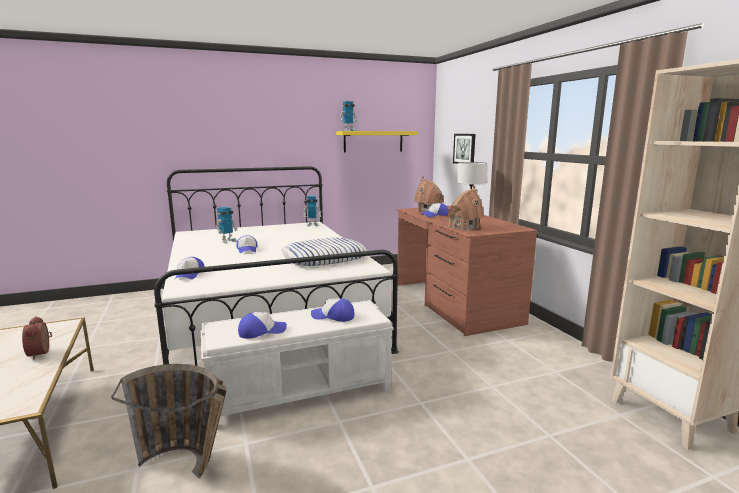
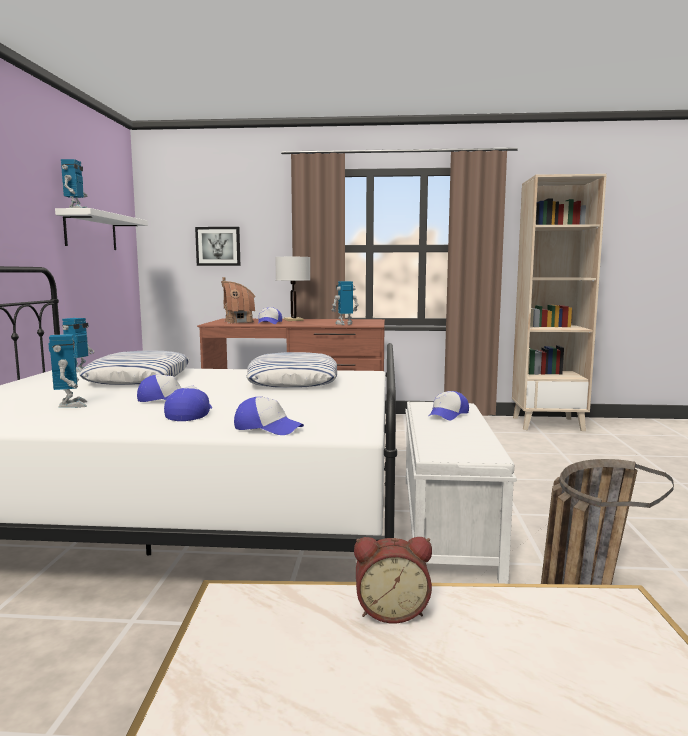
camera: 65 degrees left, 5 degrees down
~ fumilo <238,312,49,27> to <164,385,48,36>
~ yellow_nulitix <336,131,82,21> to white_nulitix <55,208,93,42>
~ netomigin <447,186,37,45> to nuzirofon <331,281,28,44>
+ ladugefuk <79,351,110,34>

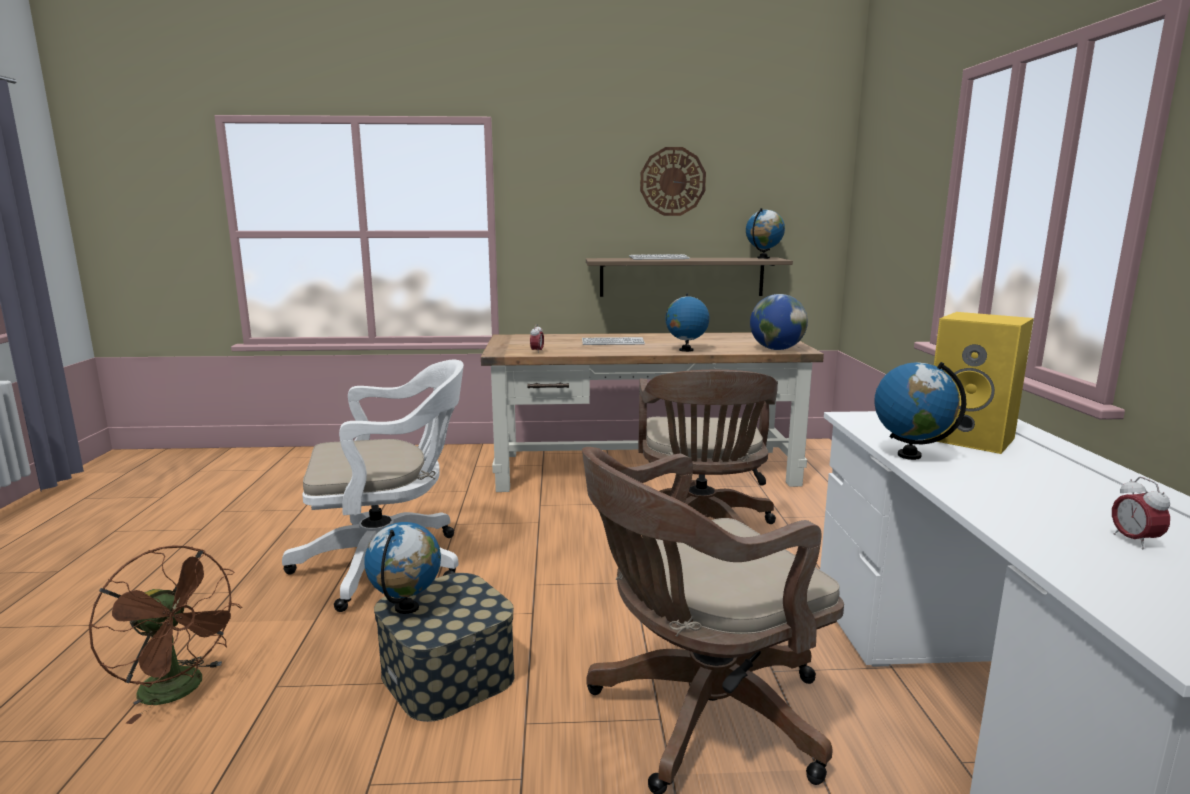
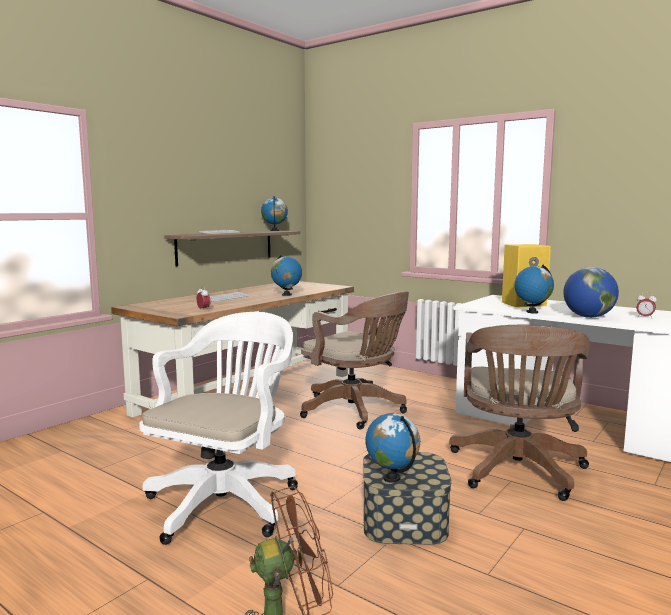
camera: 50 degrees left, 5 degrees down
- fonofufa <640,147,66,69>
~ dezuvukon <750,294,58,56> to <563,267,56,51>

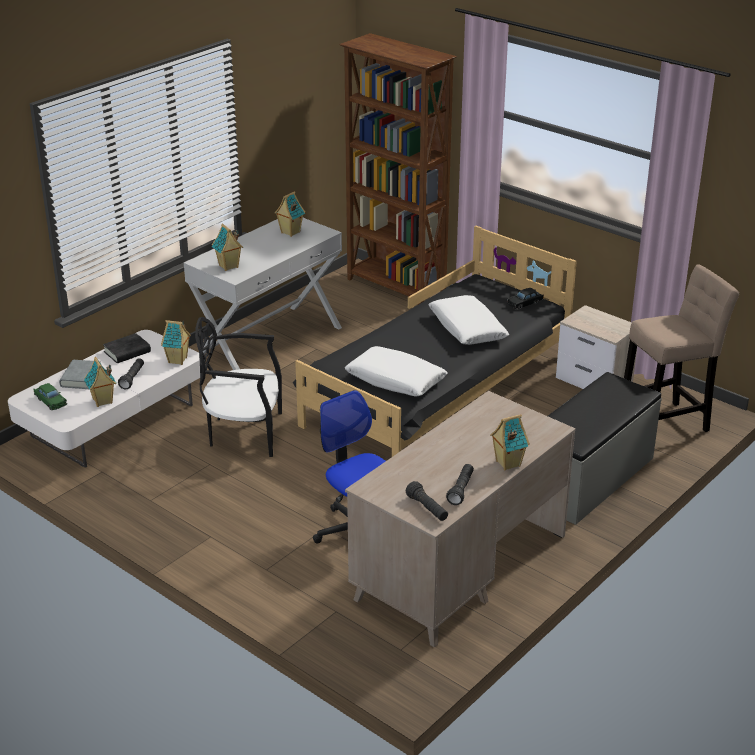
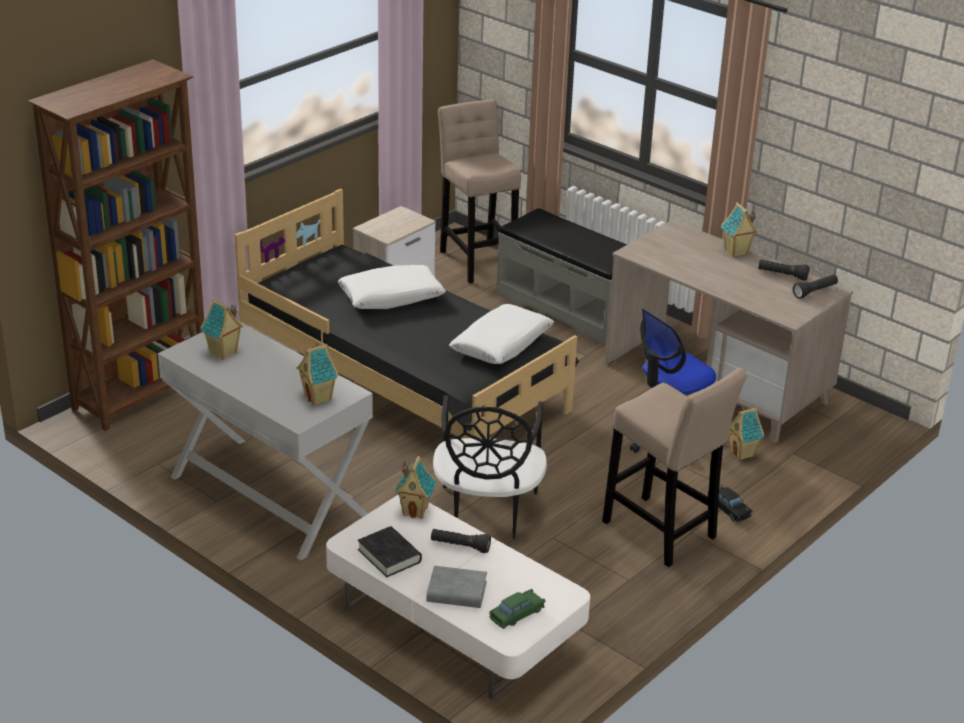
camera: 90 degrees left, 0 degrees up
~ netomigin <84,357,33,50> to <729,406,36,54>
~ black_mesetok <507,288,37,22> to <708,486,44,36>
+ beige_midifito <602,368,145,199>

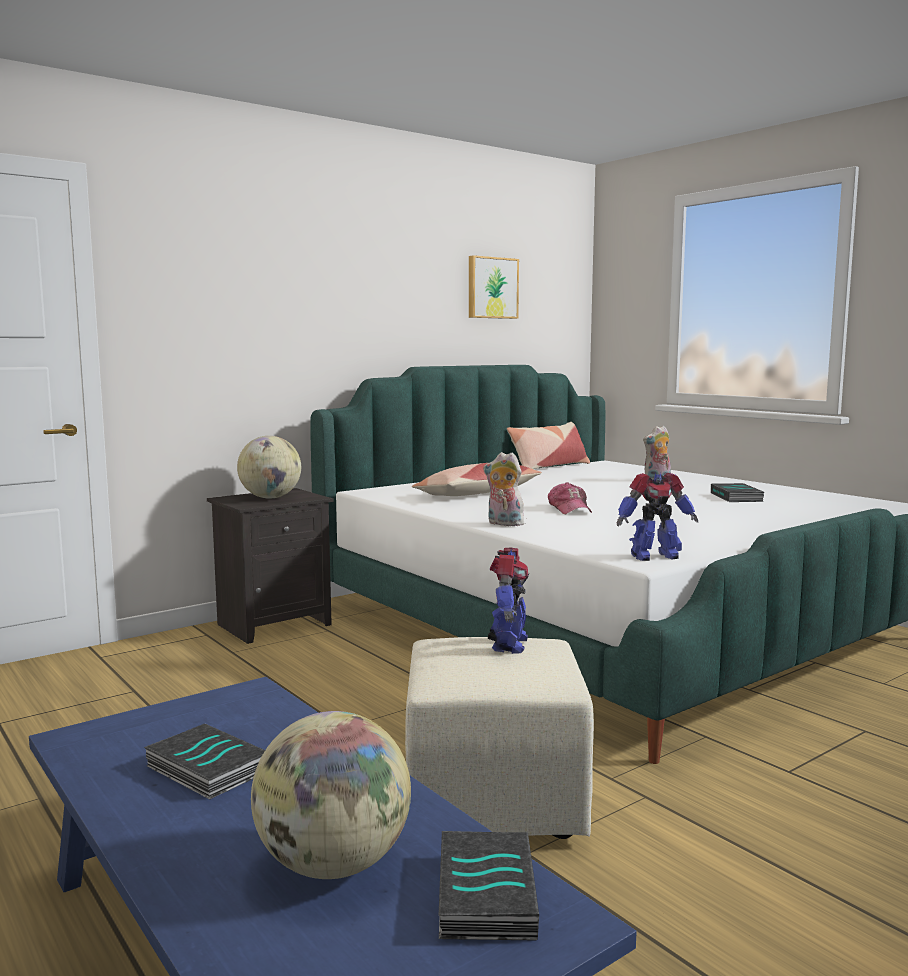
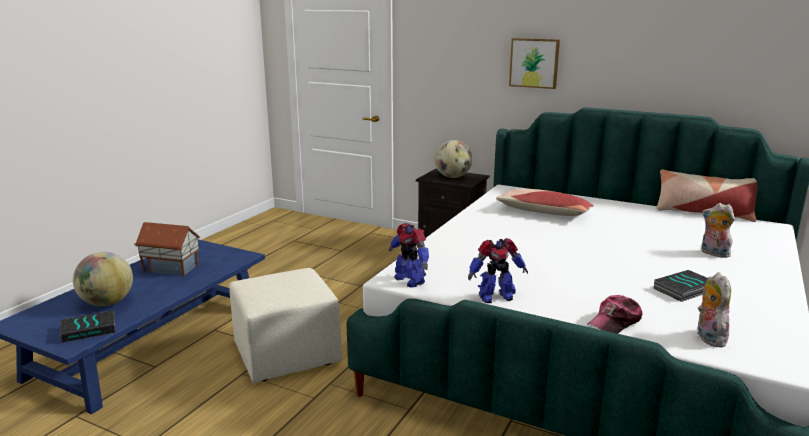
camera: 65 degrees right, 10 degrees up
~ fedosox <144,724,121,76> to netomigin <134,222,66,55>
~ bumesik <469,255,50,64> to <509,38,51,51>
~ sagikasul <483,452,41,74> to <697,272,34,75>
~ nuzirofon <488,548,41,106> to <468,238,60,65>
~ fumilo <548,482,44,32> to <587,295,55,39>

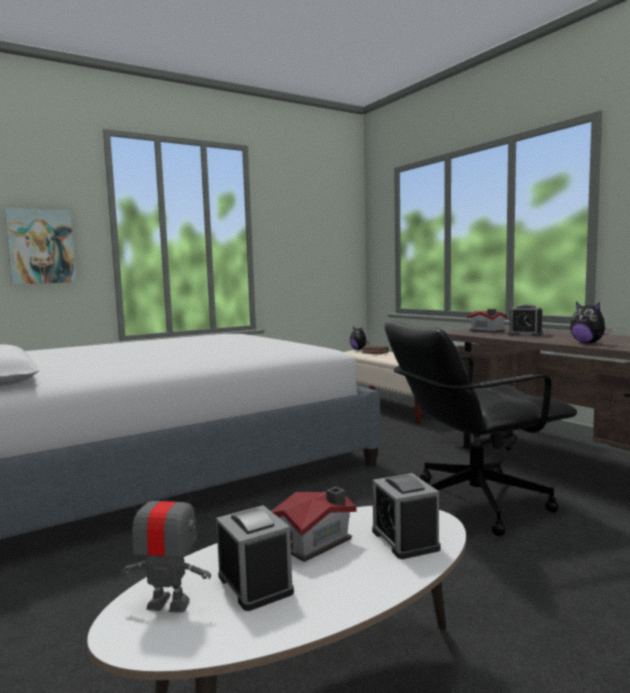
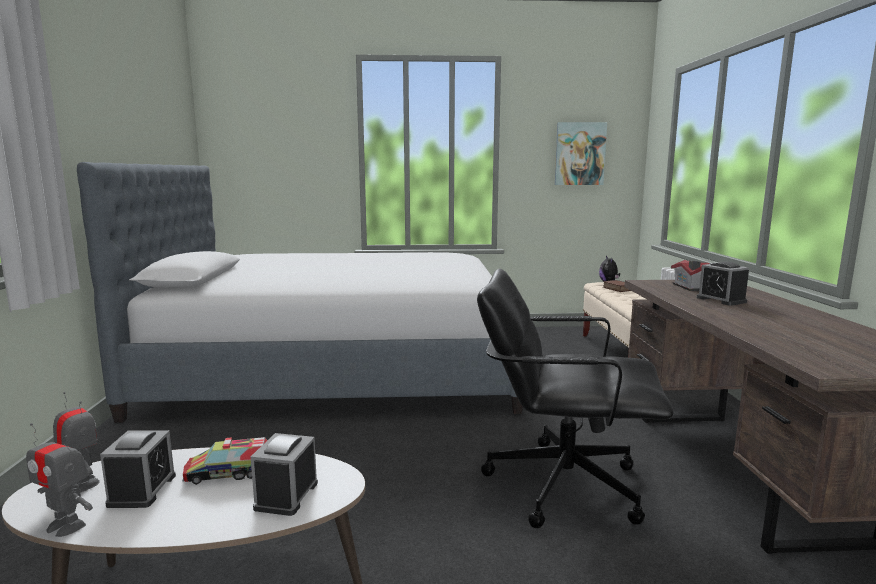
camera: 30 degrees right, 5 degrees up
~ bumesik <4,208,73,76> to <555,122,52,63>
~ netomigin <271,487,86,75> to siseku <183,437,84,48>
- sagikasul <570,302,42,42>
+ nuzirofon <26,423,67,114>

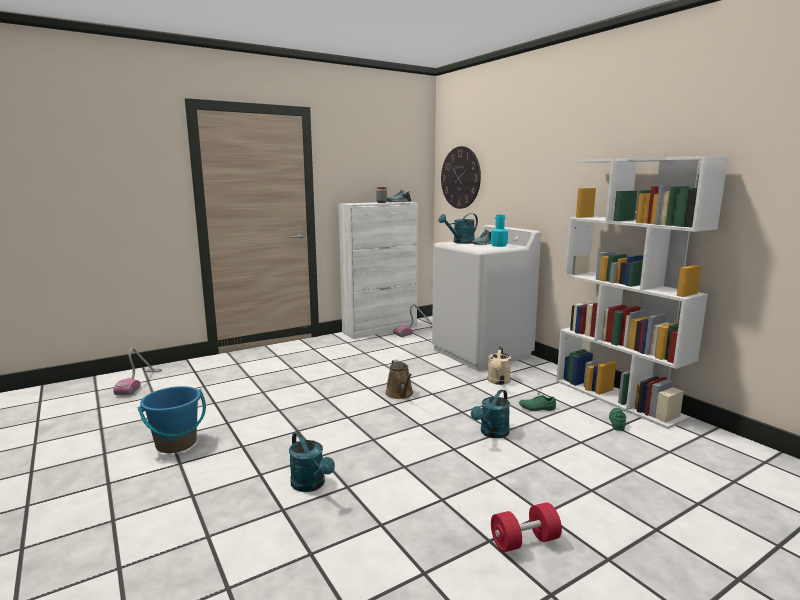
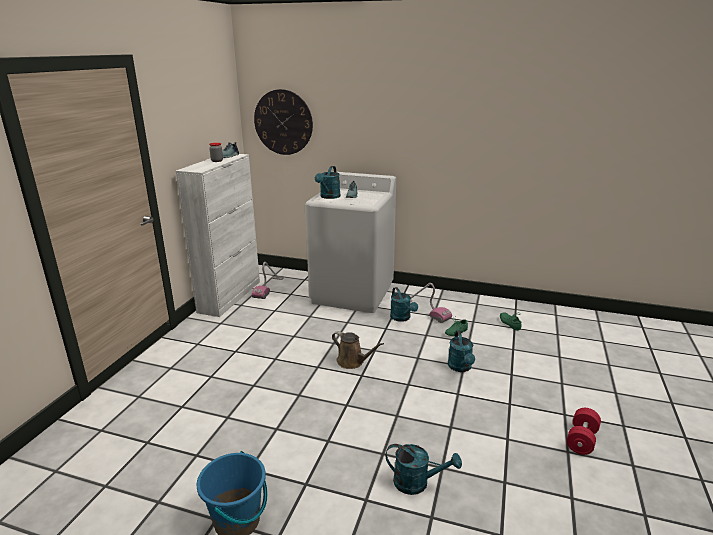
camera: 40 degrees left, 10 degrees up
~ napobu <113,347,49,48> to <410,283,42,40>
~ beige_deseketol <487,346,24,39> to turquoise_deseketol <390,287,28,35>
- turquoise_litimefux <491,215,17,32>
- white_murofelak <556,156,172,273>

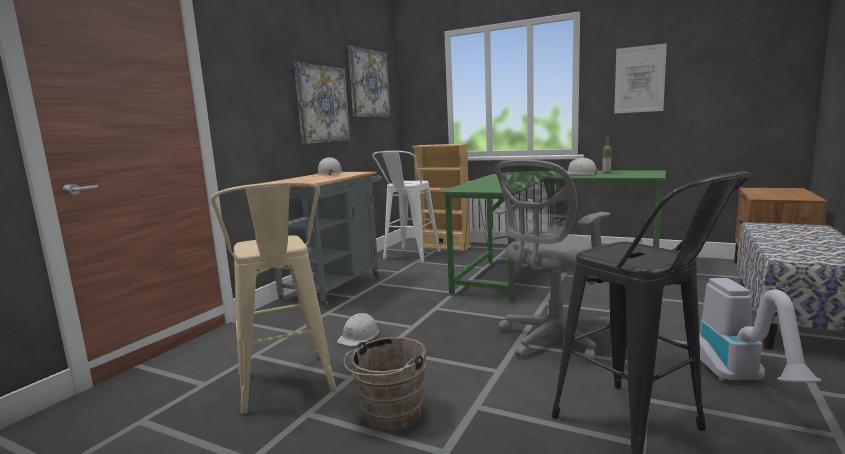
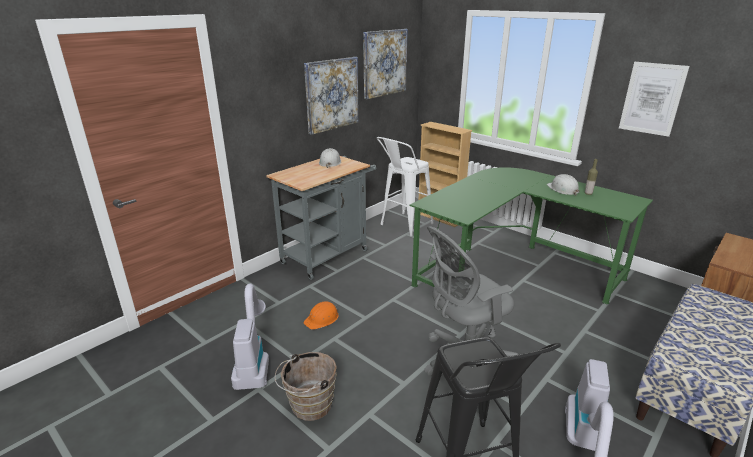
camera: 15 degrees right, 15 degrees up
~ beige_midifito <211,181,126,233> to napobu <231,283,38,107>
~ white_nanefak <337,313,42,33> to orange_nanefak <304,301,34,29>

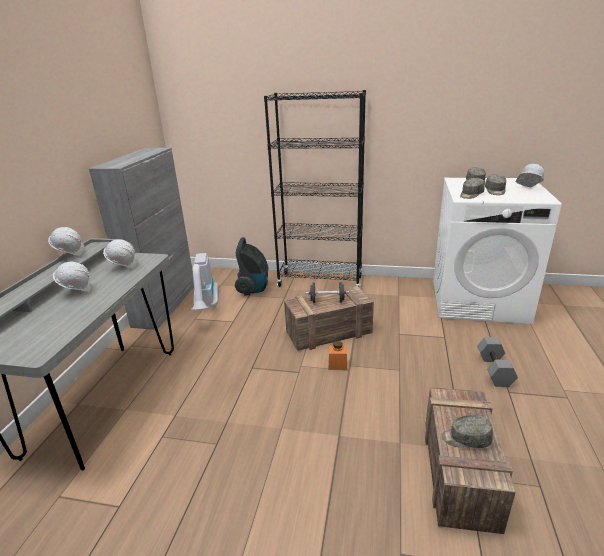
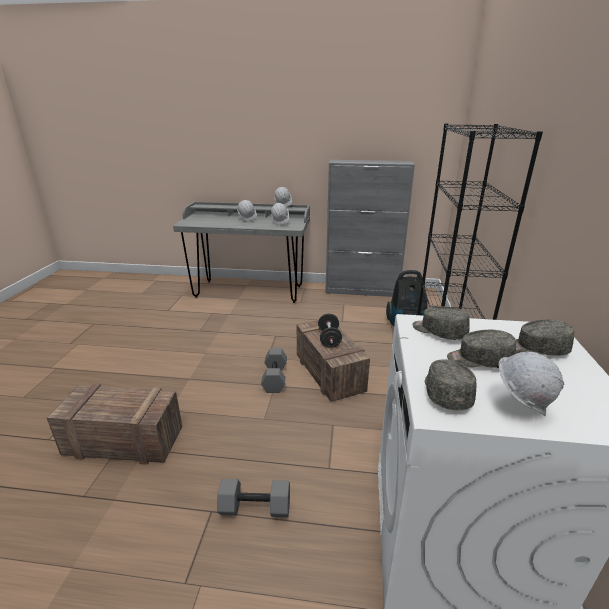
camera: 85 degrees right, 0 degrees up
- napobu <191,253,28,57>
~ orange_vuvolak <329,341,18,29> to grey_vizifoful <261,348,26,45>
~ grey_fumilo <441,415,52,33> to <425,359,51,51>

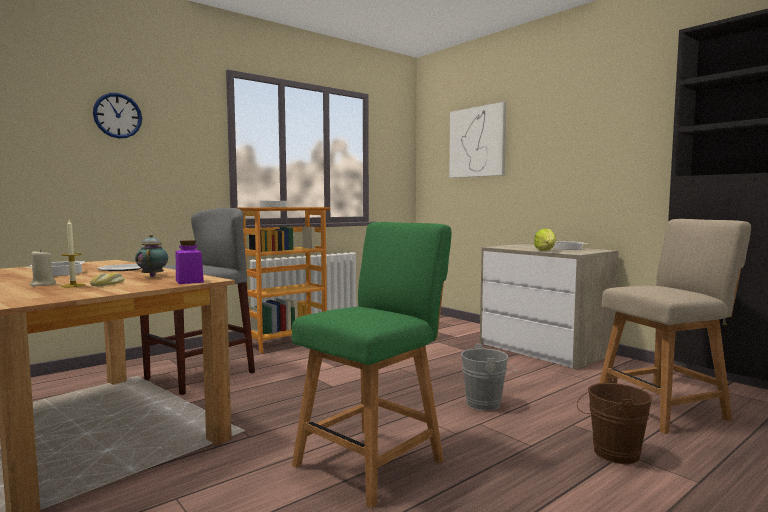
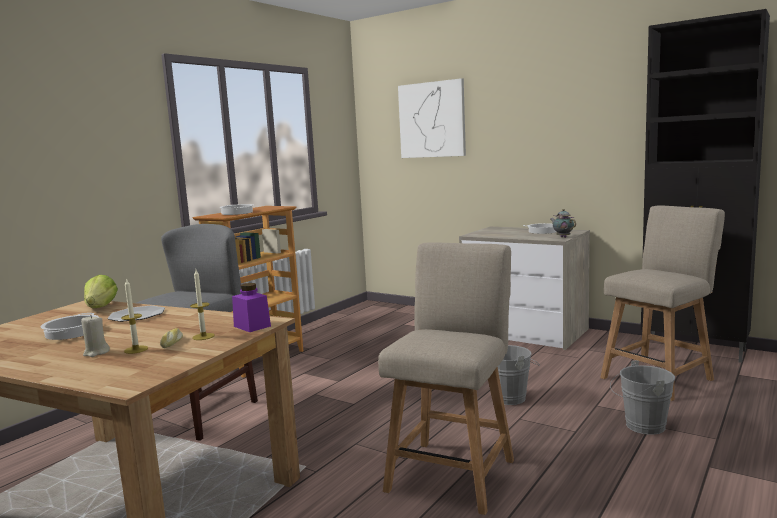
camera: 15 degrees left, 5 degrees up
- fonofufa <93,93,49,46>
~ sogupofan <135,234,33,43> to <550,209,26,29>
~ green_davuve <292,222,160,286> to beige_davuve <378,242,136,273>
~ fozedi <534,228,22,23> to <84,275,34,33>
~ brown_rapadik <577,377,76,87> to grey_rapadik <610,360,65,75>
+ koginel <190,270,25,70>

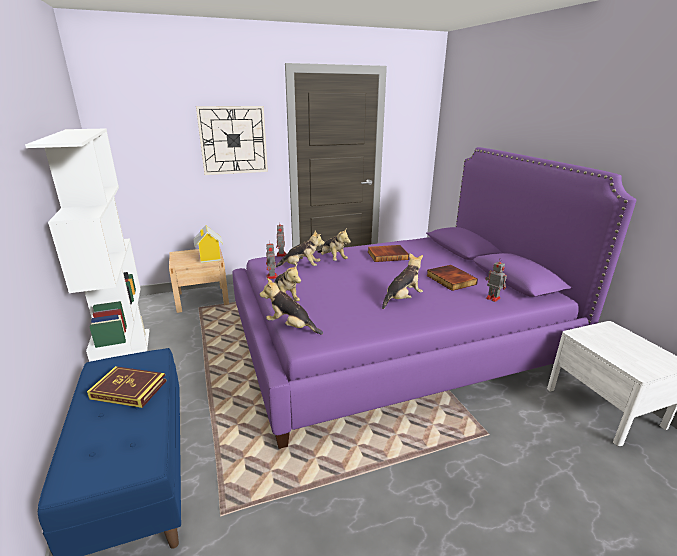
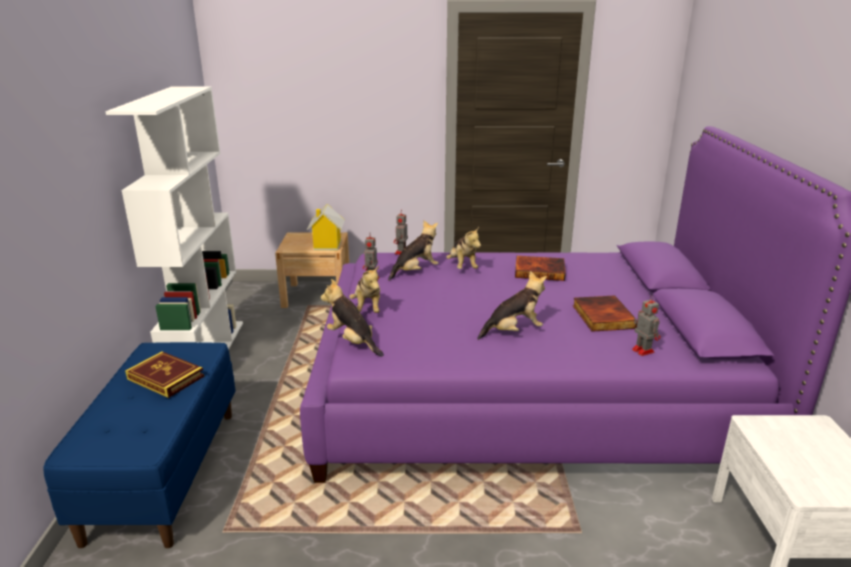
camera: 20 degrees right, 0 degrees up
- fonofufa <196,106,72,69>
~ sagikasul <276,231,49,36> = <388,220,51,61> 60 degrees counterclockwise

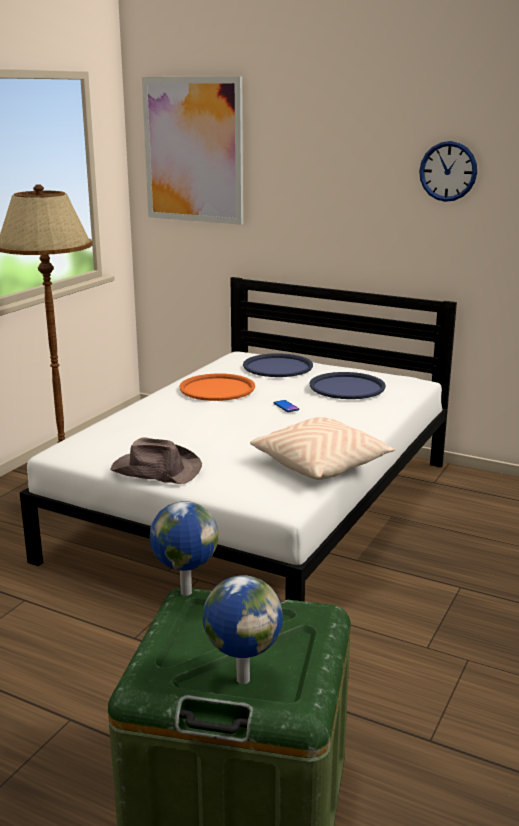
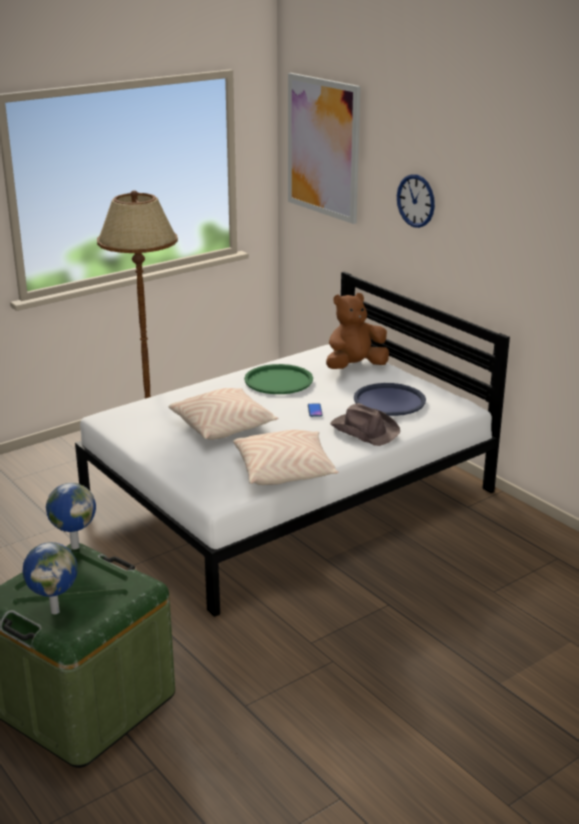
camera: 25 degrees right, 5 degrees up
~ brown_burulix <110,437,92,47> to <330,403,70,43>
~ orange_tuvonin <180,373,75,28> to green_tuvonin <244,364,69,30>
~ blue_tuvonin <243,353,70,24> to brown_sagikasul <326,293,63,76>
~ fonofufa <419,141,58,61> to <397,174,38,54>
+ beige_ladugefuk <169,388,109,52>

